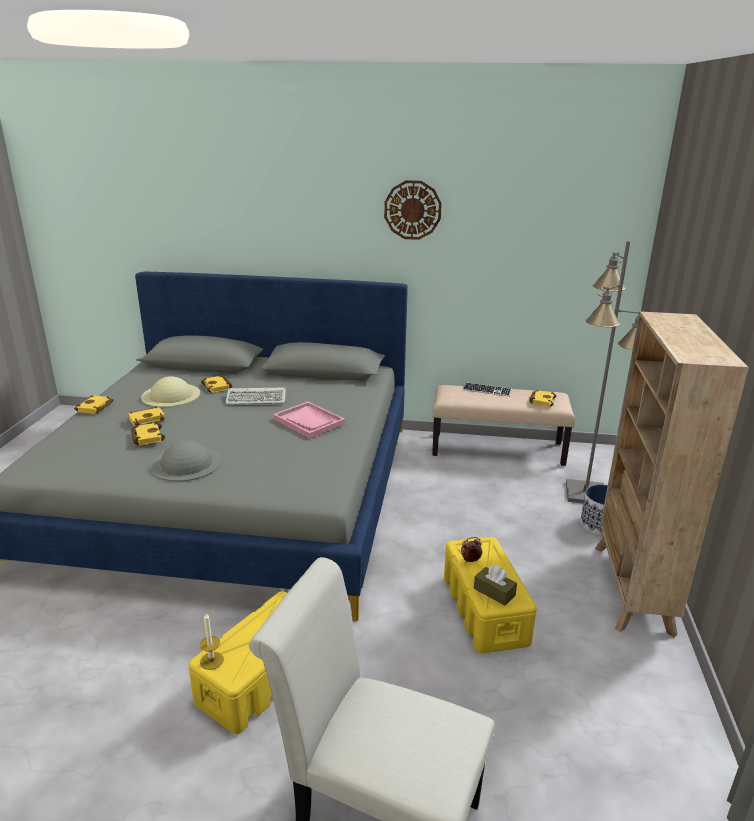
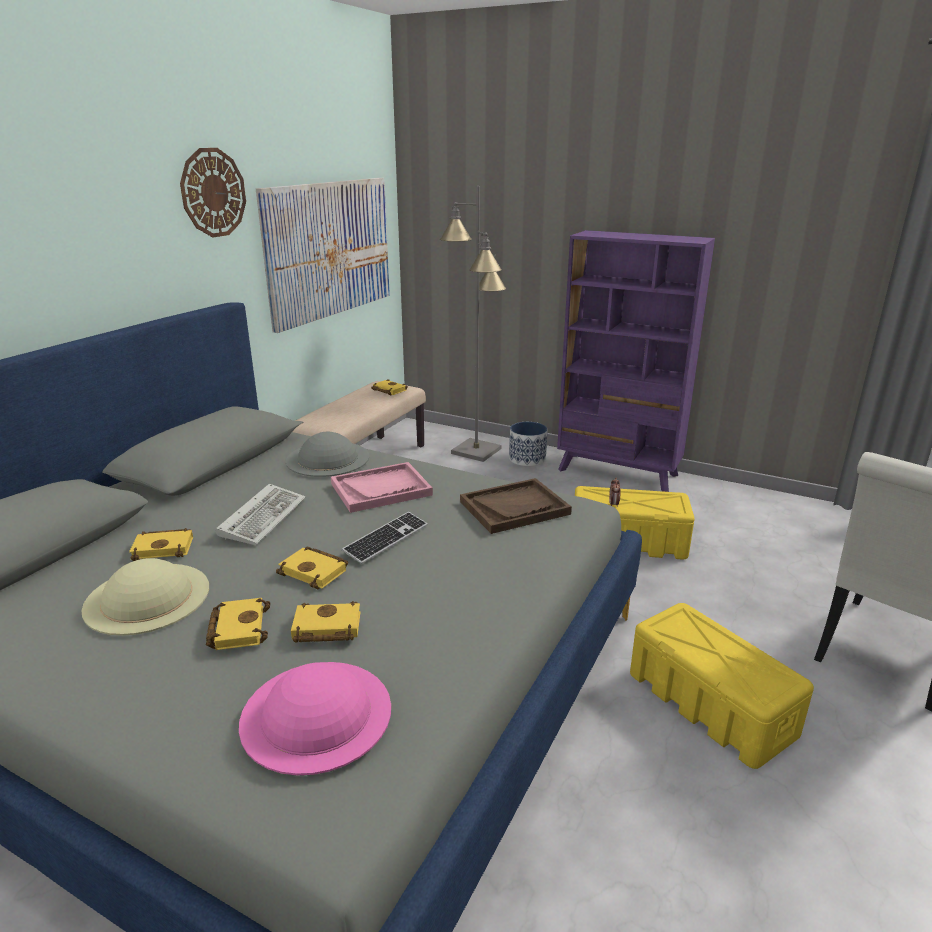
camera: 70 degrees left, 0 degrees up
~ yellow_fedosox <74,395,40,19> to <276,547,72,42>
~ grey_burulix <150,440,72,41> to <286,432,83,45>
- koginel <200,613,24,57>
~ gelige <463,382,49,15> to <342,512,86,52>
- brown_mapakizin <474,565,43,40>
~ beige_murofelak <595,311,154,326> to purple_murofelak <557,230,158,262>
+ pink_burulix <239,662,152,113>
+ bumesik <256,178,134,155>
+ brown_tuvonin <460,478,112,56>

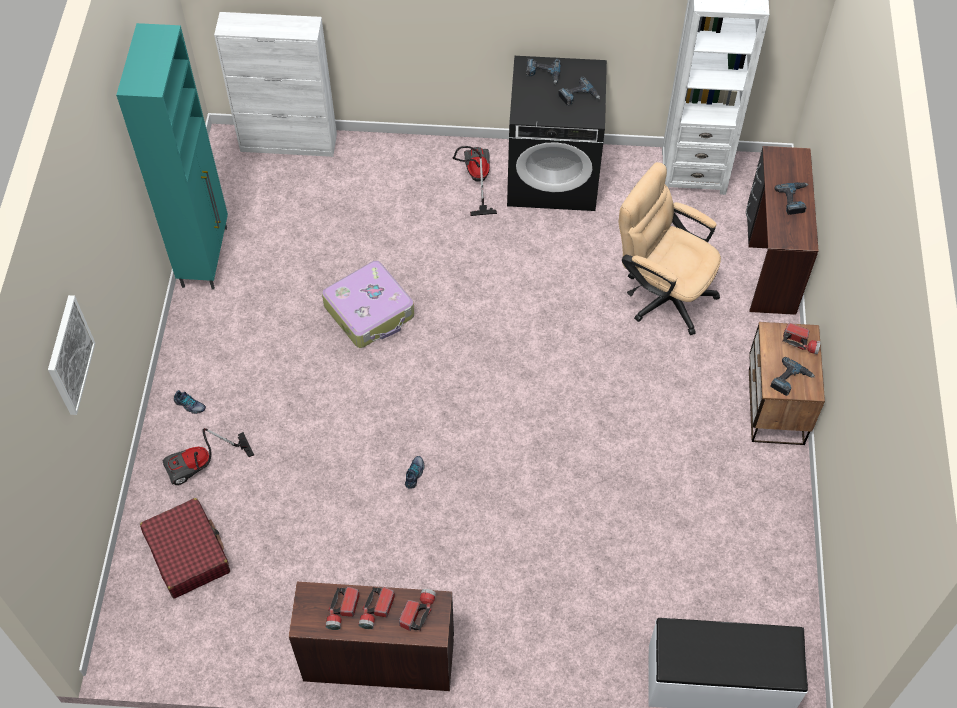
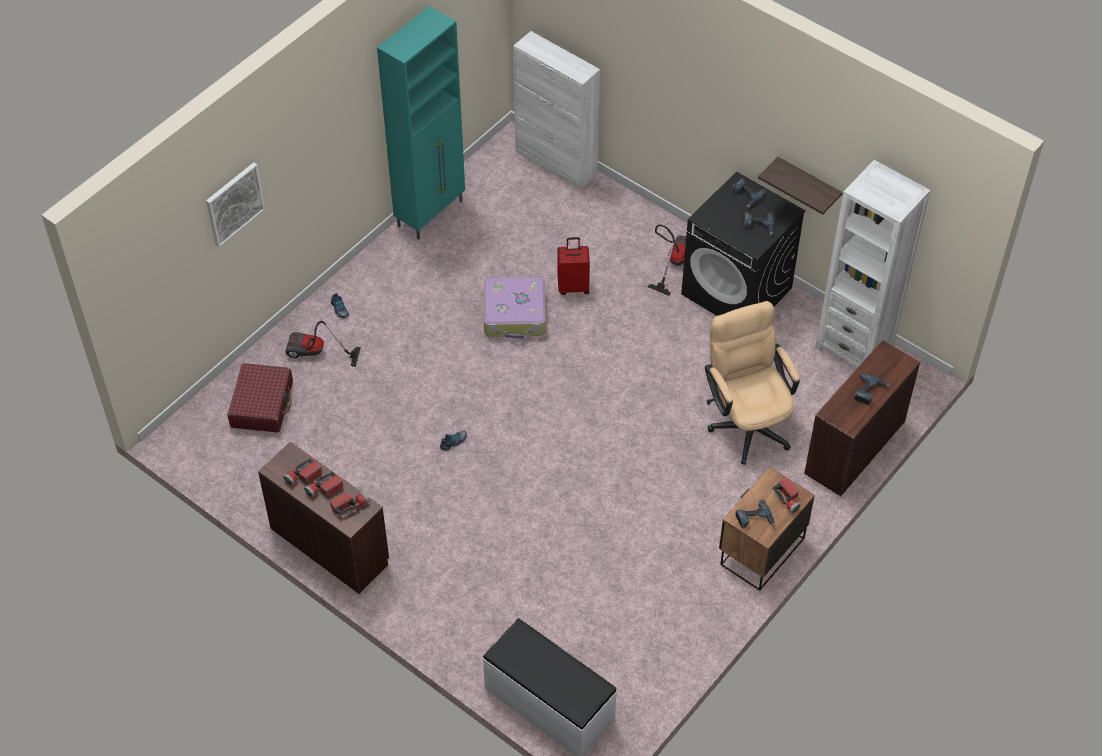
camera: 35 degrees right, 5 degrees down
+ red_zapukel <557,237,33,58>
+ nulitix <758,157,85,58>

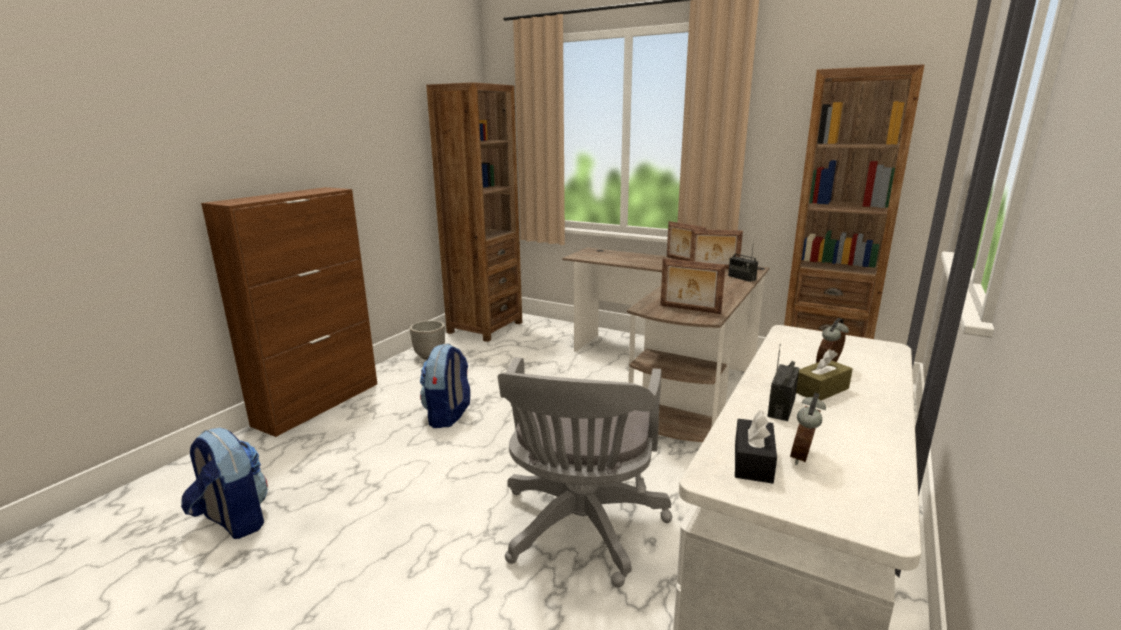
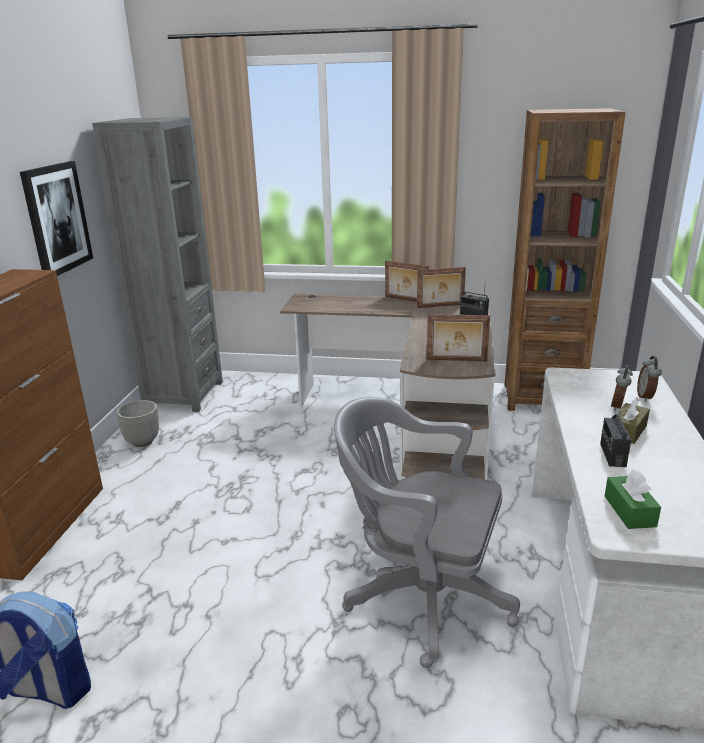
camera: 20 degrees left, 5 degrees up
- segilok <420,343,50,85>
~ brown_murofelak <426,82,96,260> to grey_murofelak <92,117,131,295>
~ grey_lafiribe <498,357,175,230> = <334,397,186,271> 120 degrees clockwise
~ black_mapakizin <735,410,42,74> to green_mapakizin <605,469,56,60>
~ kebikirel <790,393,36,72> to <637,356,25,46>
+ bumesik <20,161,73,115>

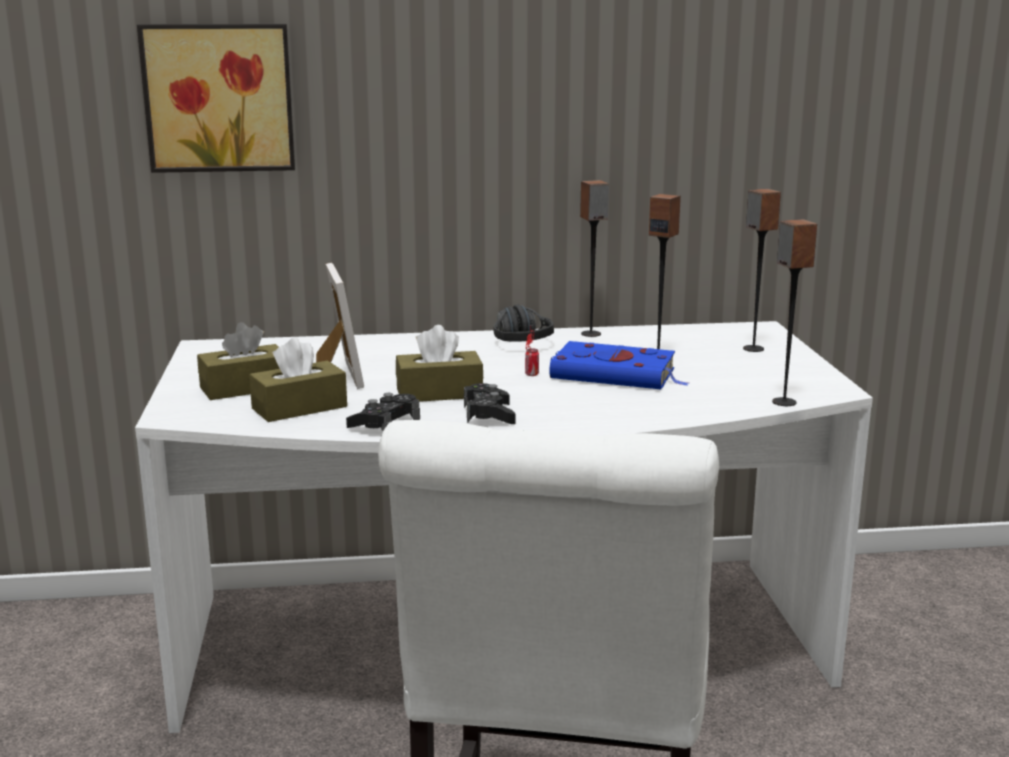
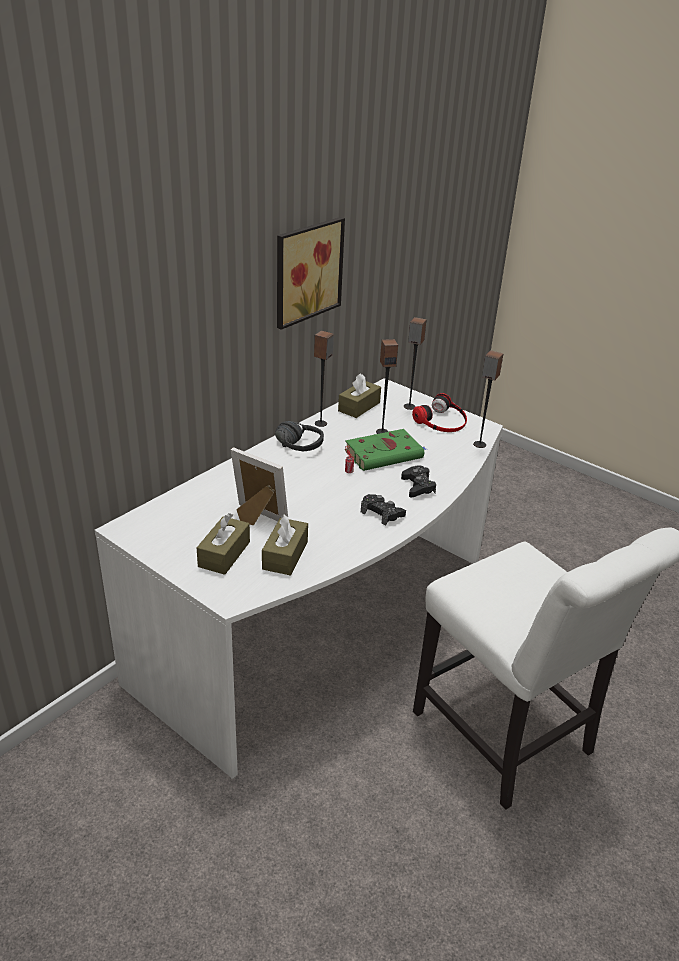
camera: 45 degrees left, 15 degrees up
~ bumesik <137,24,158,149> to <277,217,68,113>
~ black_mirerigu <346,393,74,38> to <401,465,35,32>
~ brown_mapakizin <396,325,87,77> to <338,373,43,45>
~ blue_fedosox <549,341,140,48> to green_fedosox <345,429,81,42>
+ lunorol <412,393,55,39>

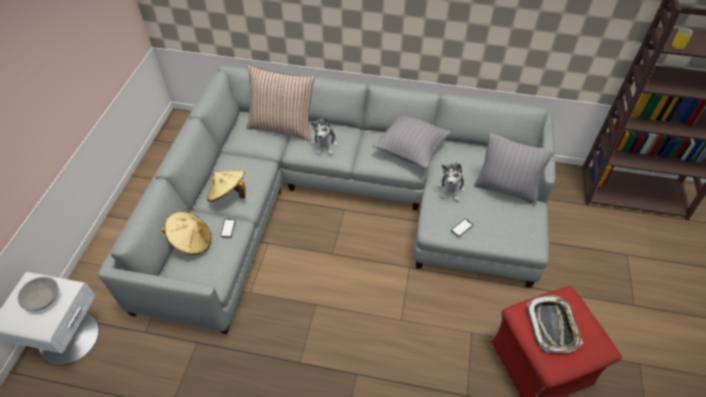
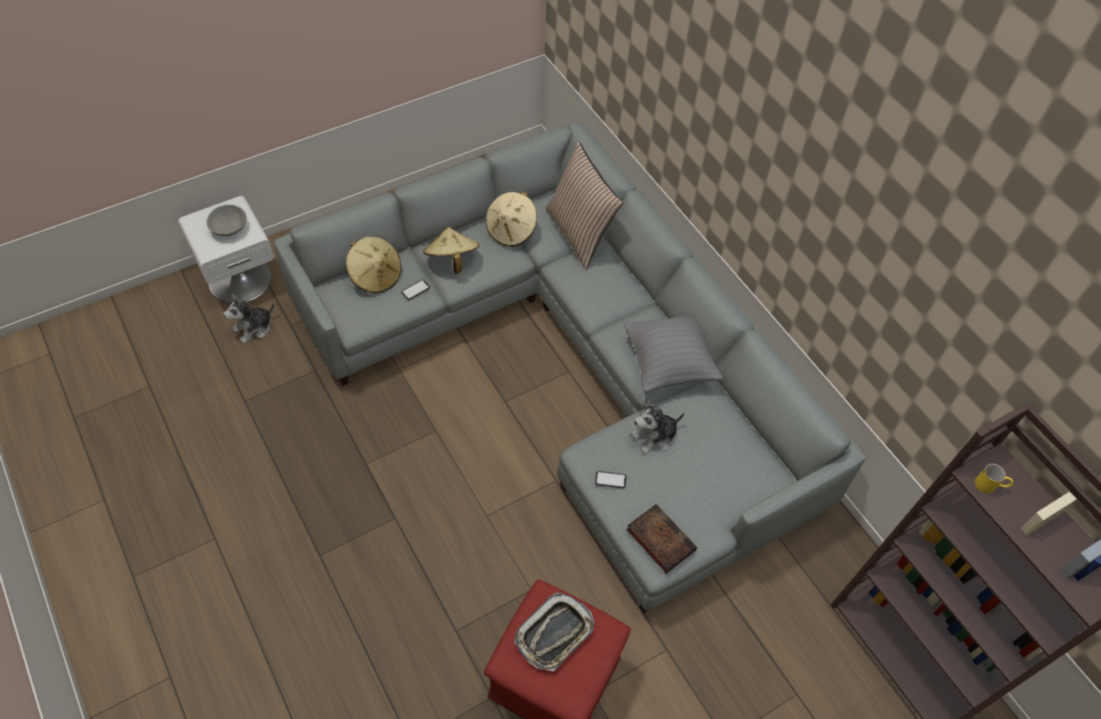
camera: 45 degrees right, 5 degrees up
~ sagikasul <310,118,28,37> to <223,293,51,51>
- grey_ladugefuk <474,133,81,72>
+ beige_burulix <486,192,51,55>
+ fedosox <626,504,71,70>

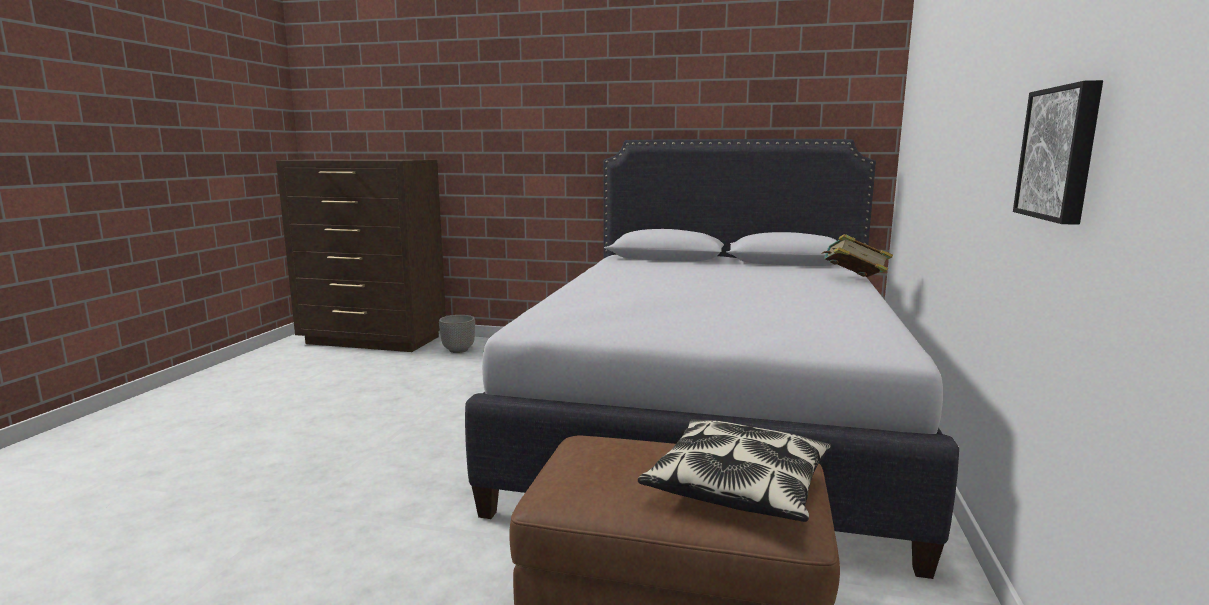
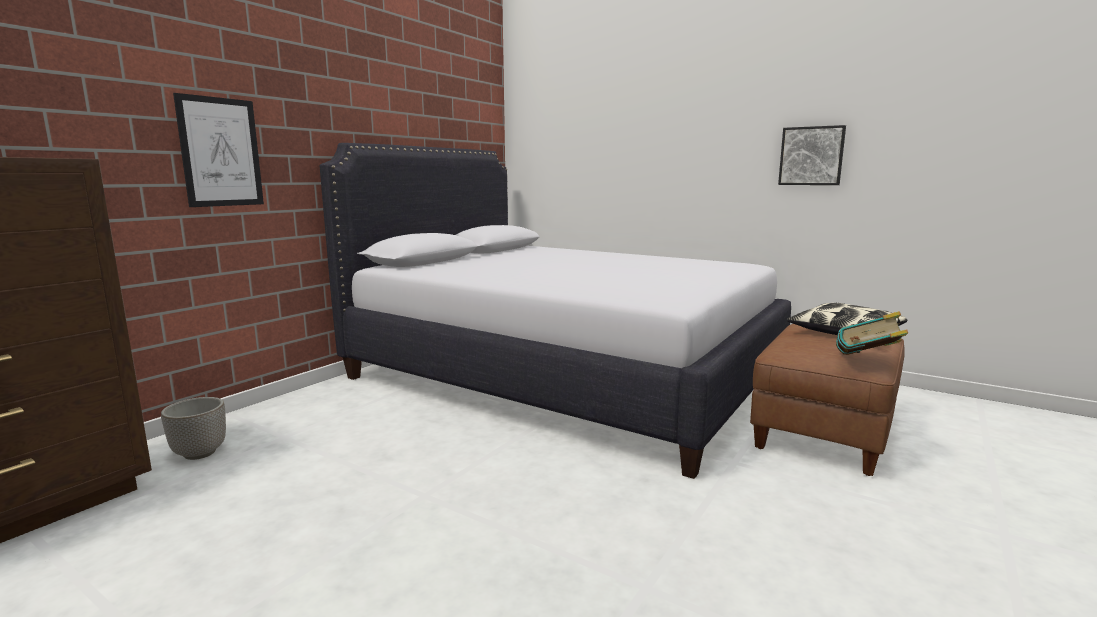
camera: 70 degrees left, 0 degrees up
~ fedosox <821,234,72,43> to <836,311,72,44>
+ bumesik <173,93,91,114>

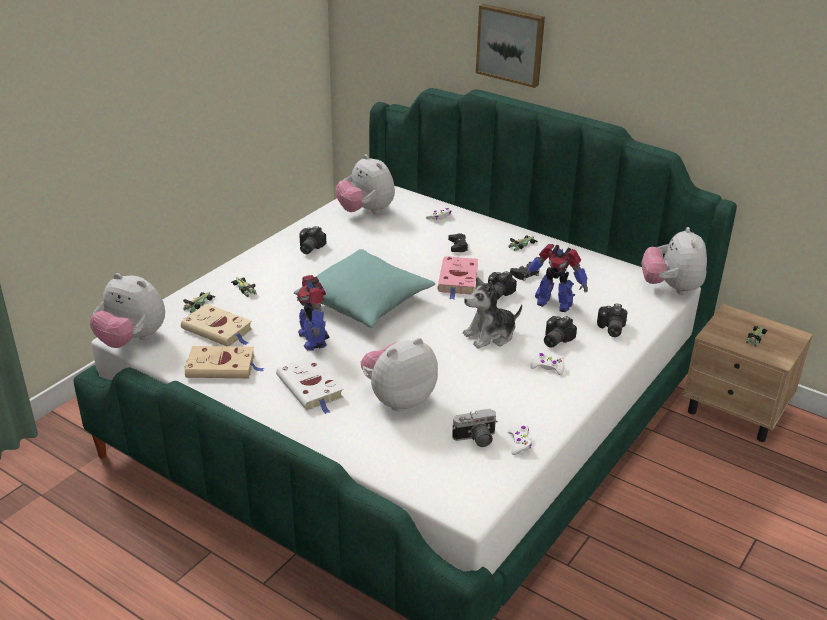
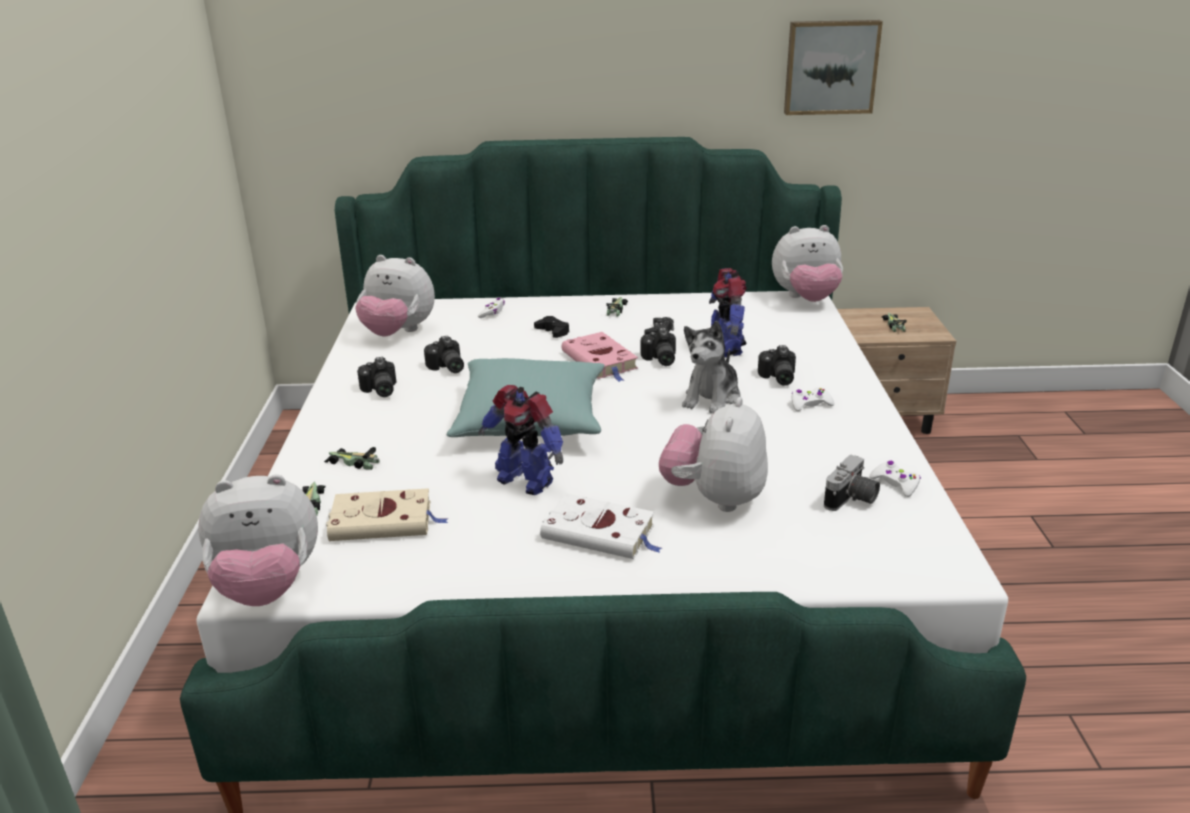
camera: 35 degrees left, 5 degrees down
- beige_fedosox <185,346,79,32>
~ bumesik <476,4,69,84> to <784,20,99,95>
~ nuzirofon <525,244,63,68> = <709,268,38,89> 90 degrees clockwise
~ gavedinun <597,303,30,34> to <424,336,40,37>
~ sagikasul <642,227,65,68> = <772,225,71,77> 60 degrees counterclockwise

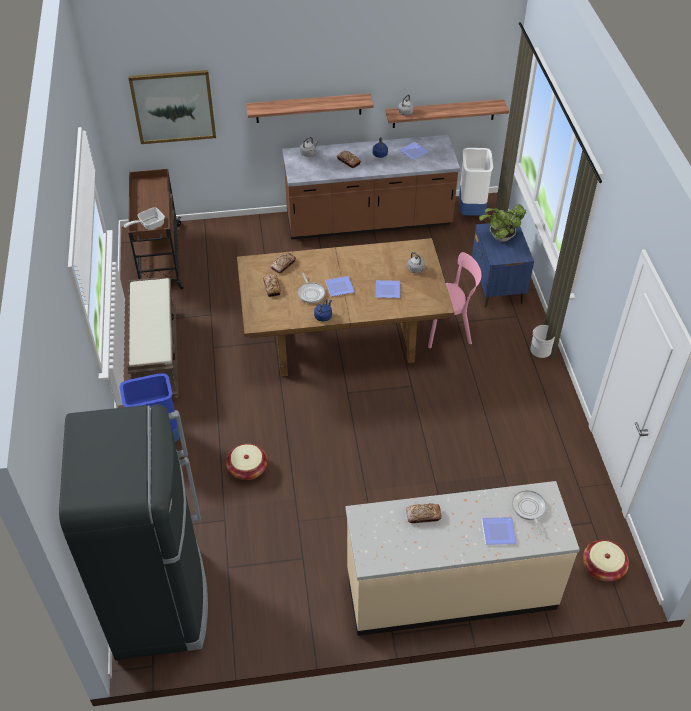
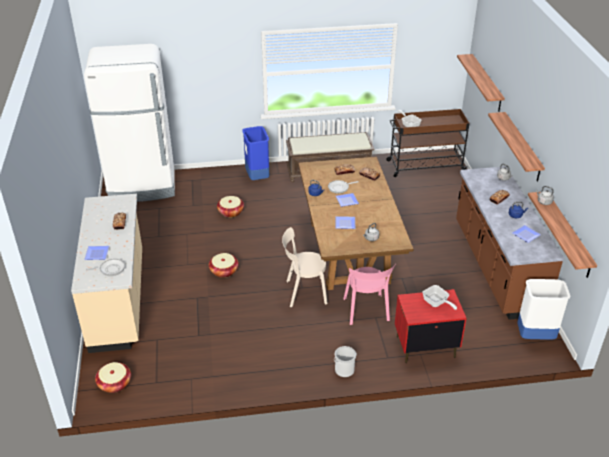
camera: 90 degrees right, 10 degrees down
~ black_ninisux <59,404,149,256> to white_ninisux <84,44,91,158>
~ bumesik <128,70,88,74> to nulitix <457,54,48,58>
~ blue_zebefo <472,223,62,84> to red_zebefo <395,289,72,74>
~ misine <479,204,47,38> to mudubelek <422,285,35,25>
+ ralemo <209,253,30,25>
+ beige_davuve <282,227,46,80>

